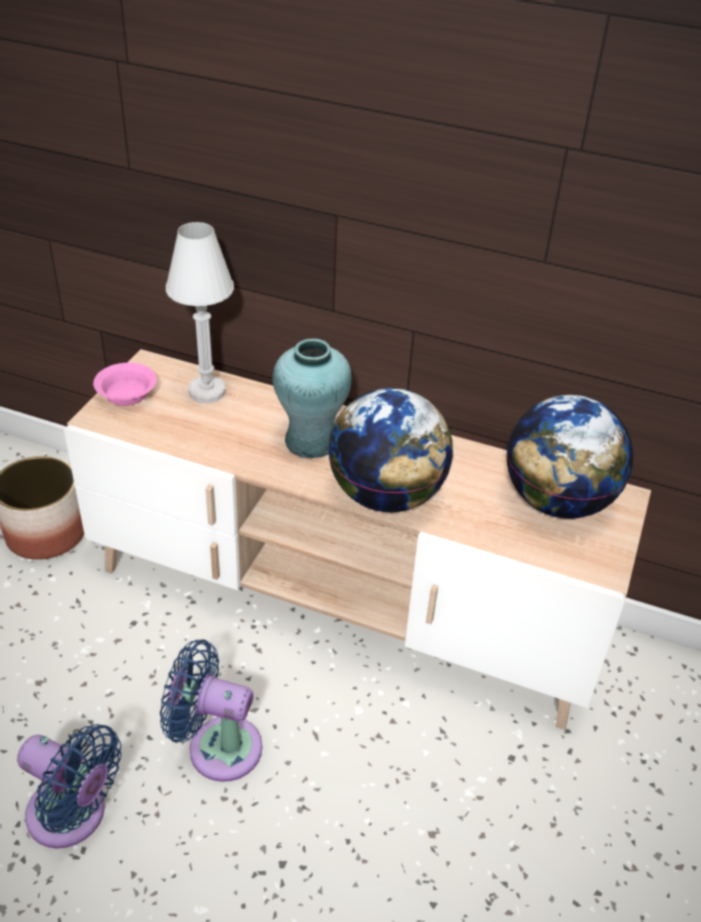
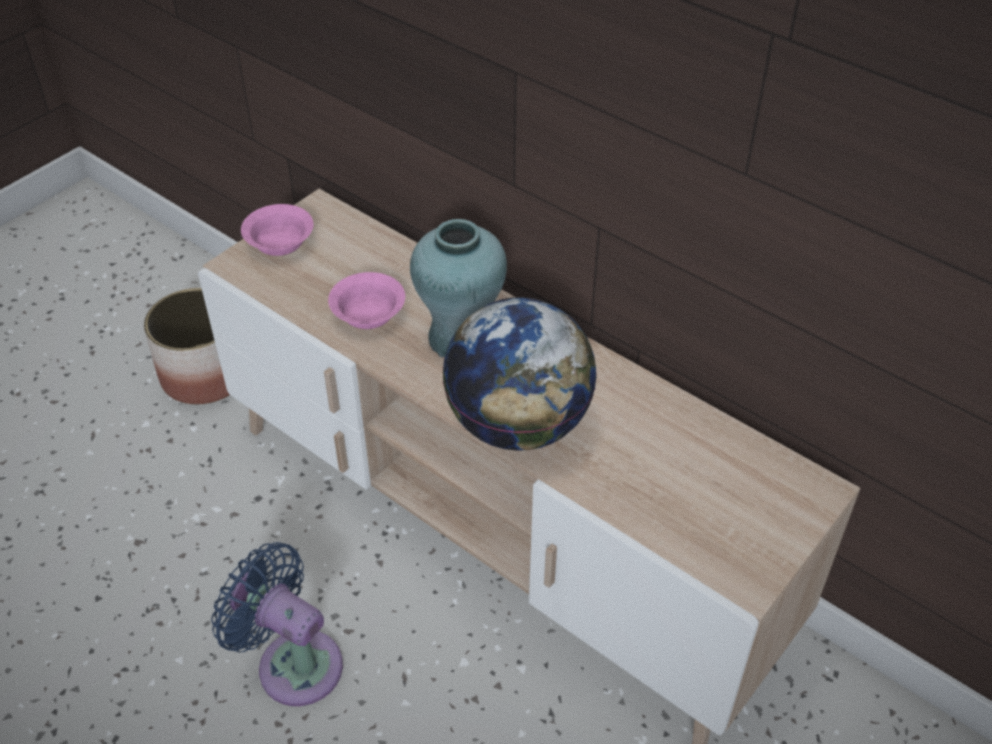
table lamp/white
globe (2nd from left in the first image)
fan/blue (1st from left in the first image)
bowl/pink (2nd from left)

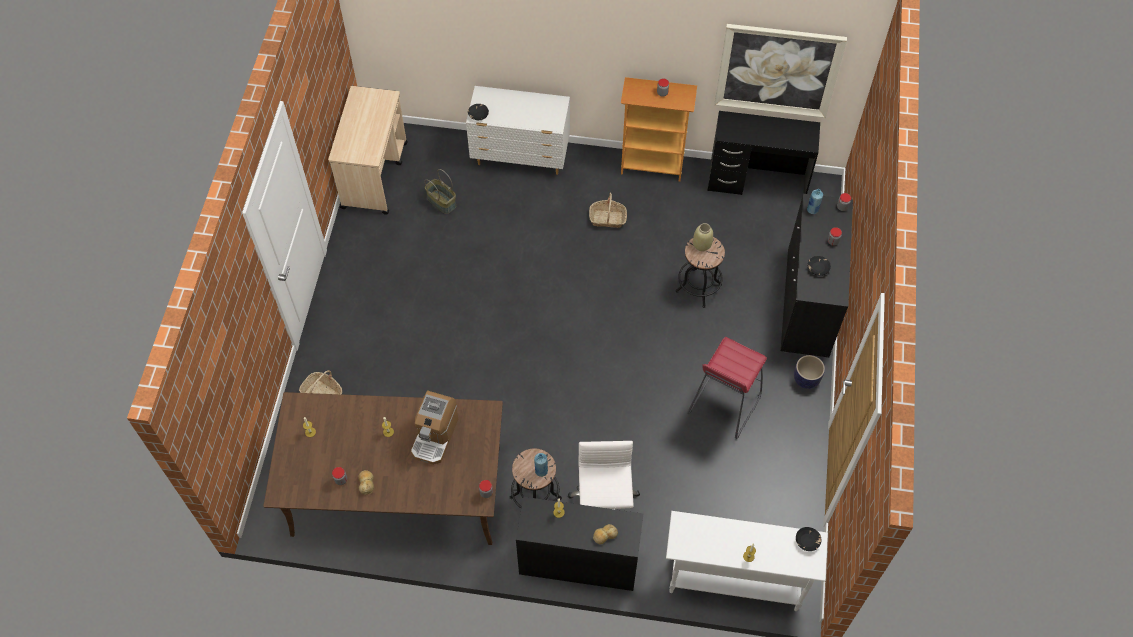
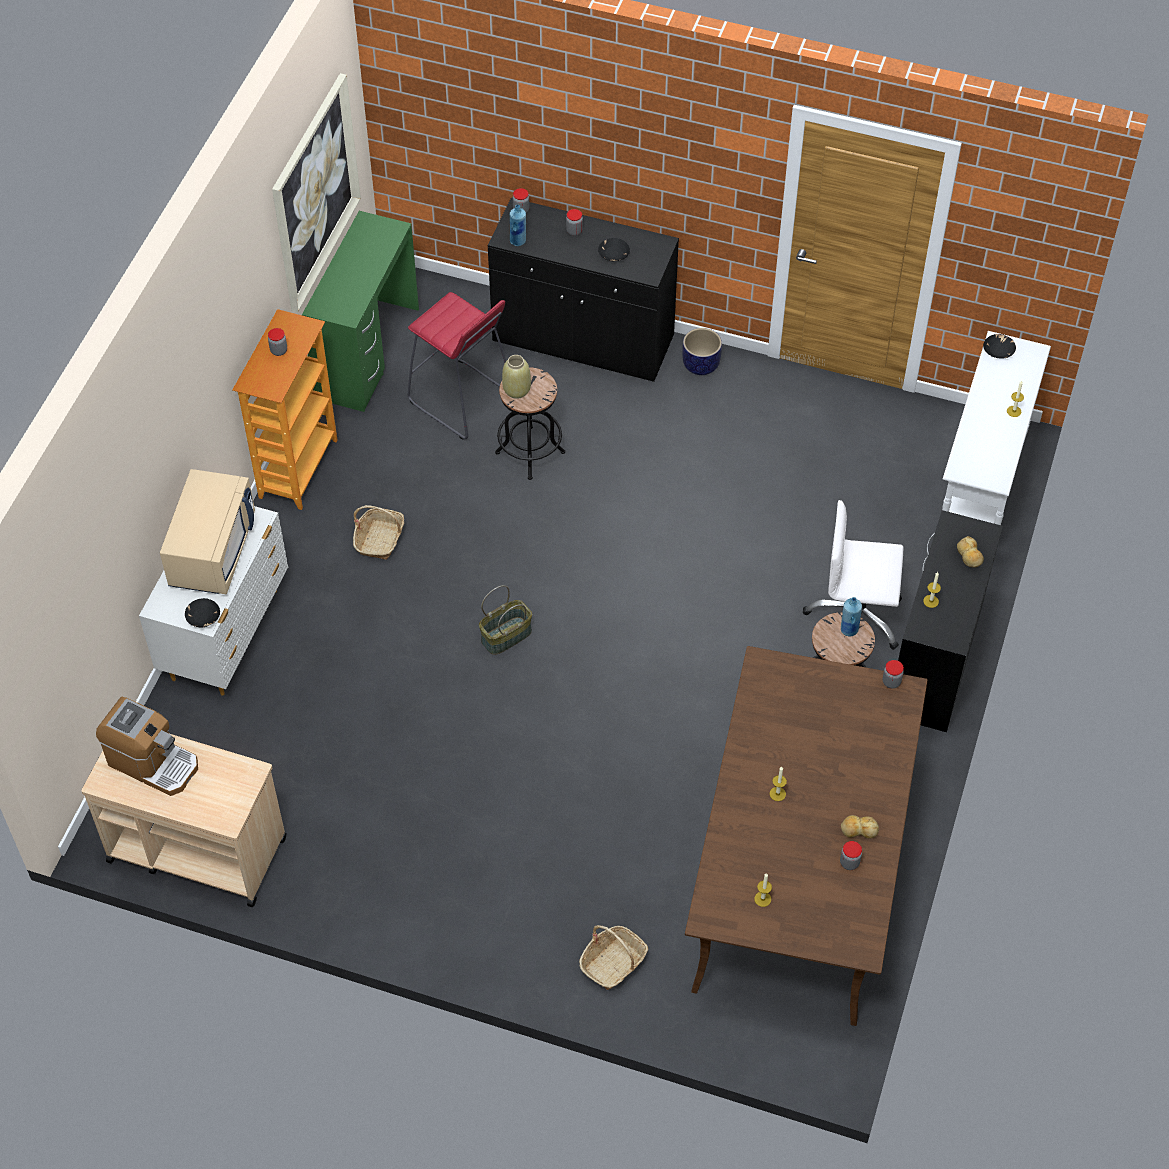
desk/green
basket (2nd from left)
stool/red
coffee machine
microwave/beige

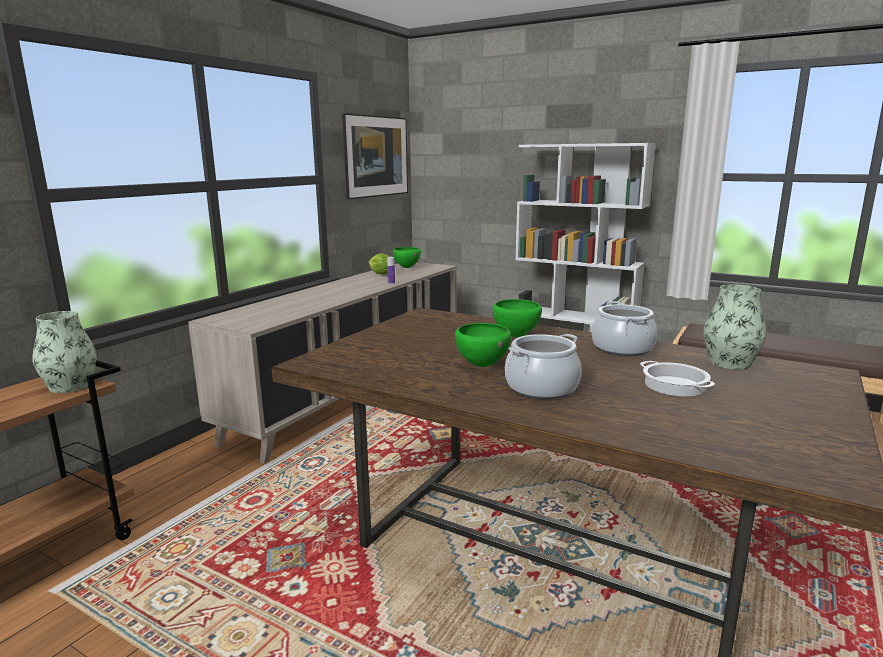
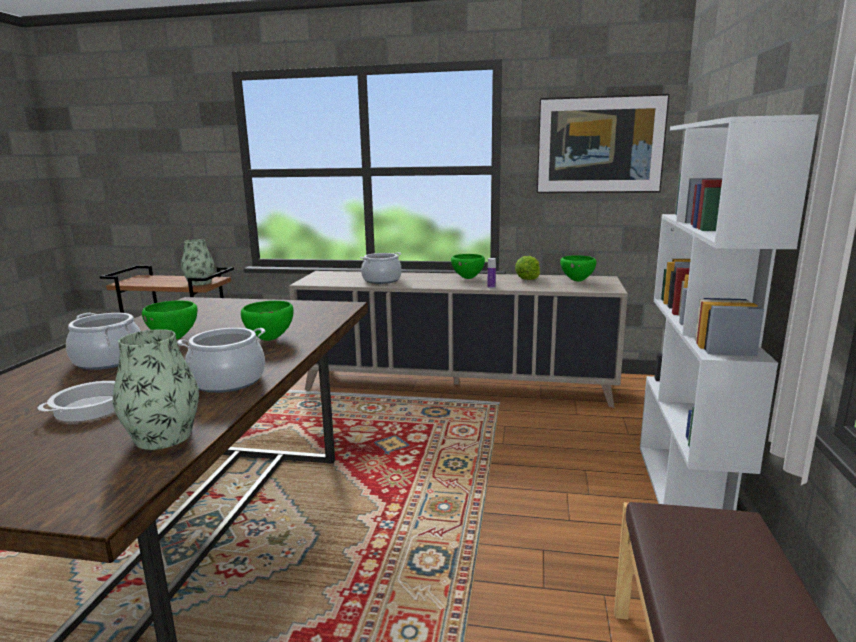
cooking pot (4th from left)
bowl/green (3rd from left)

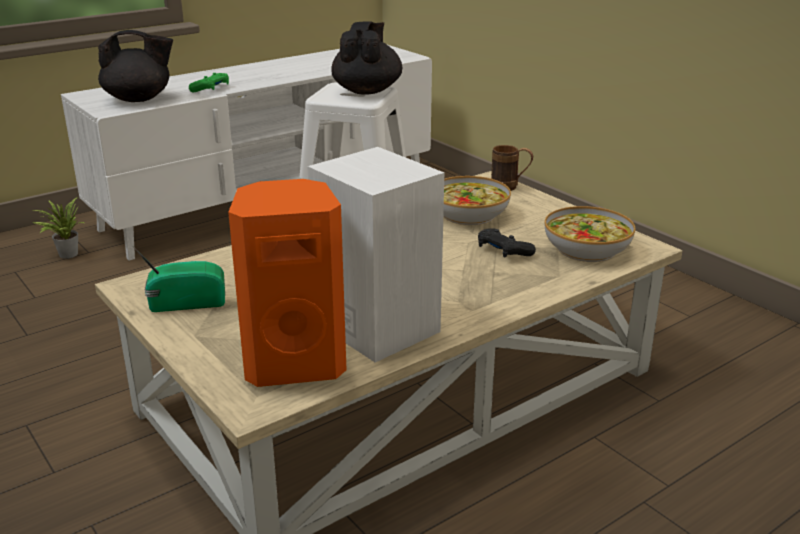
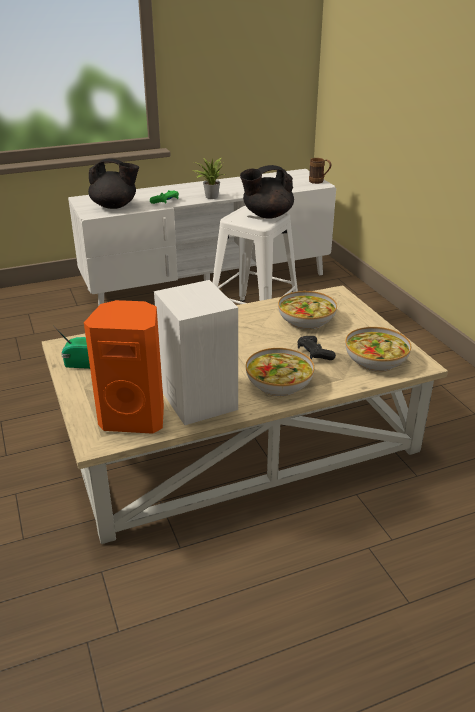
teapot/black (2nd from left)
mug/brown
potted plant
bowl (1st from left)

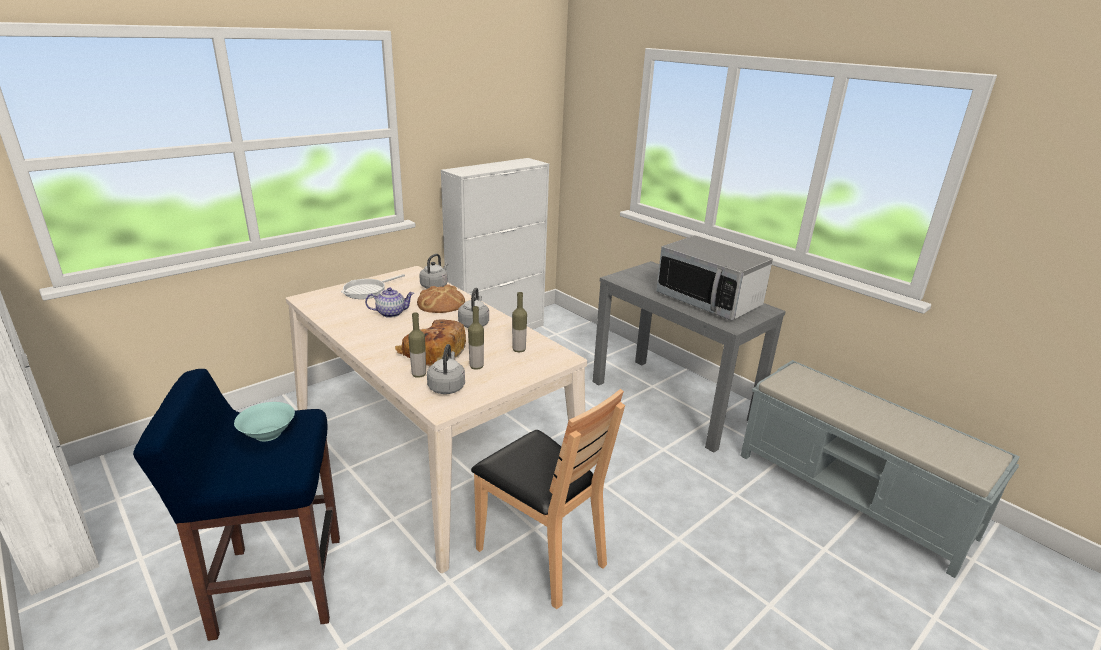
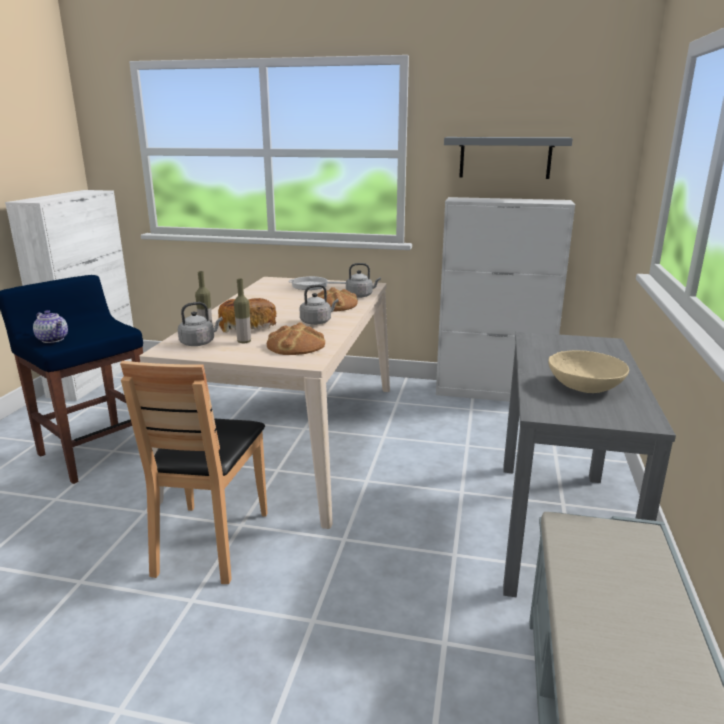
bowl/beige
teapot
bread (2nd from left)
bowl/turquoise
shelf/grey

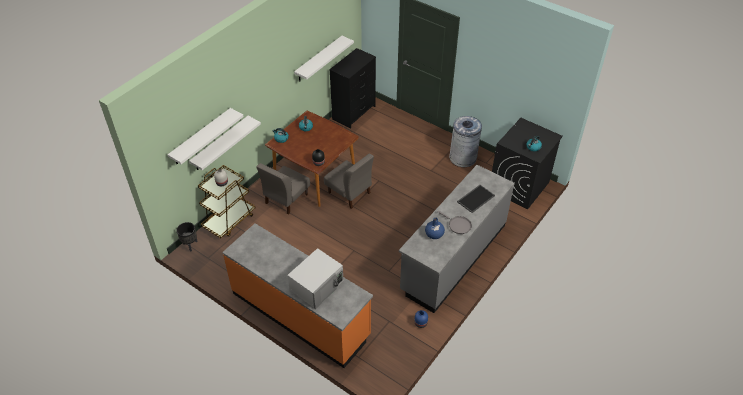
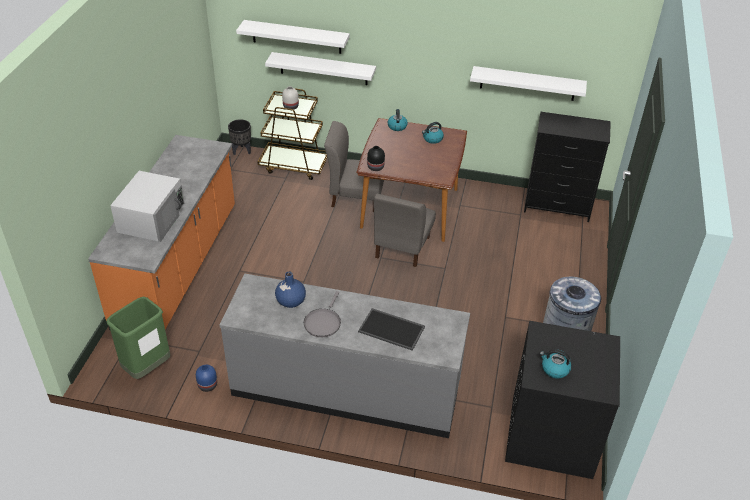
microwave/white
trash can/green

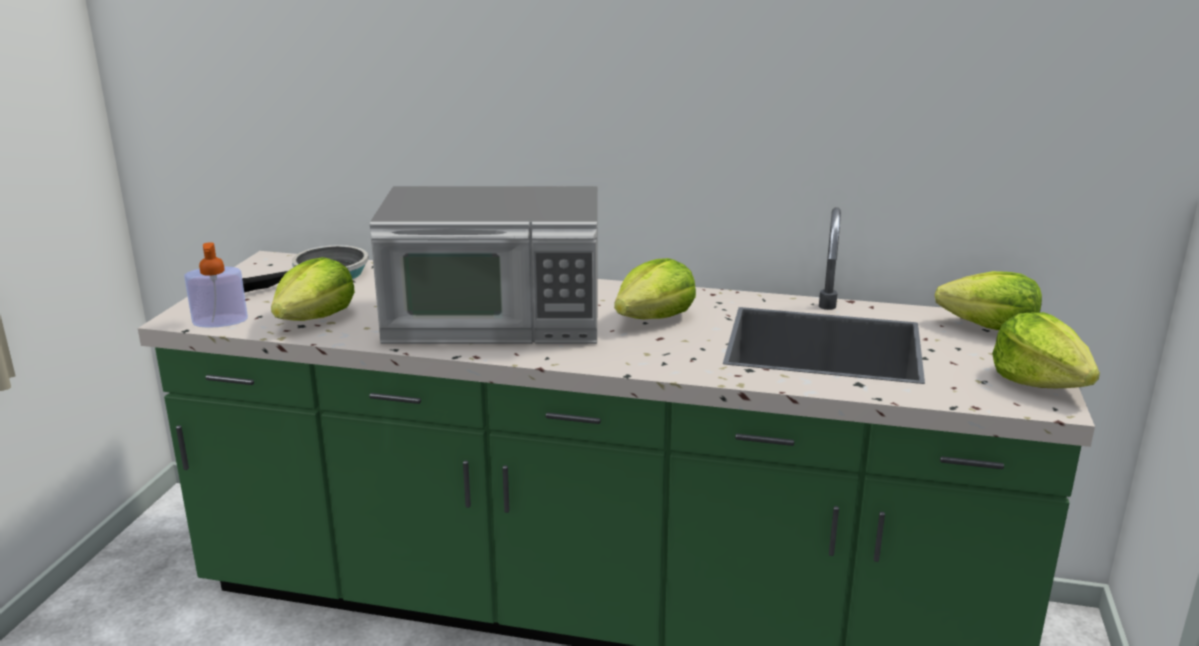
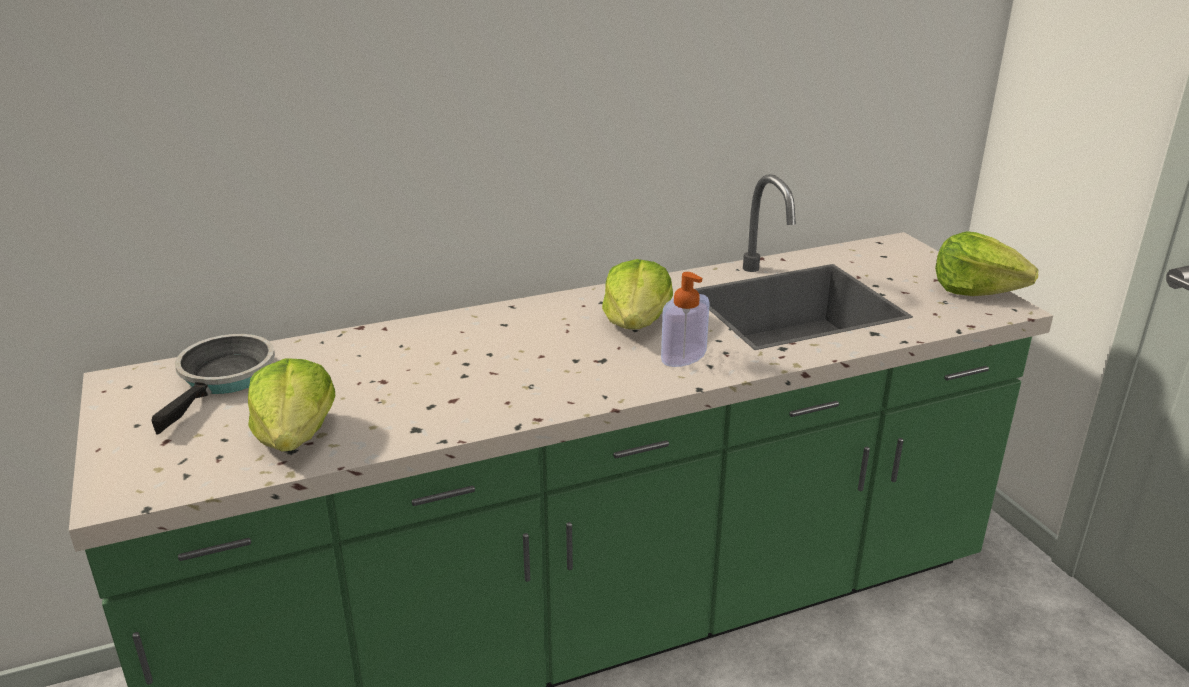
microwave
soap dispenser
lettuce (3rd from left in the first image)

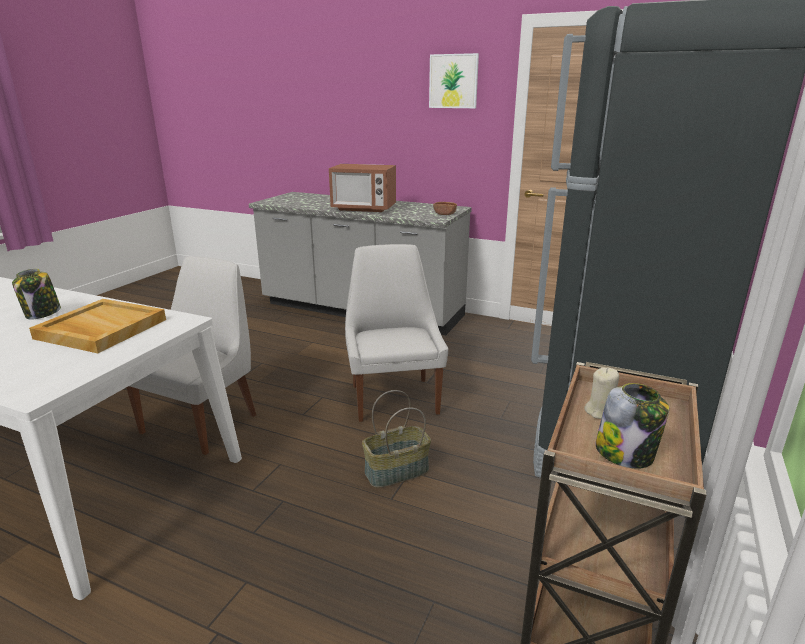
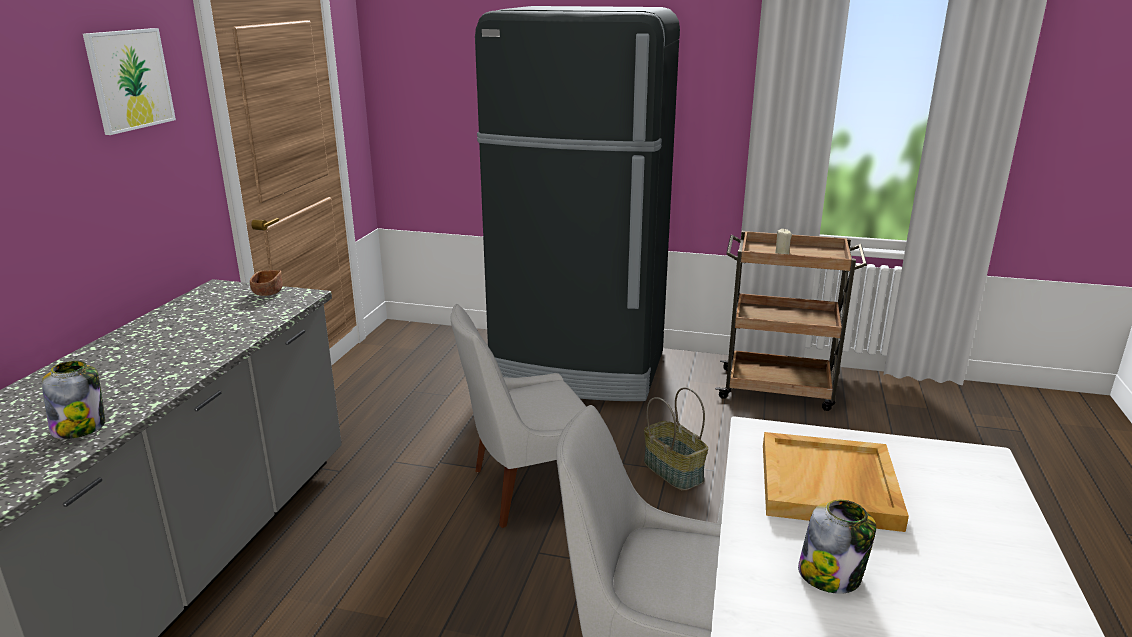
microwave
jar (1st from left)

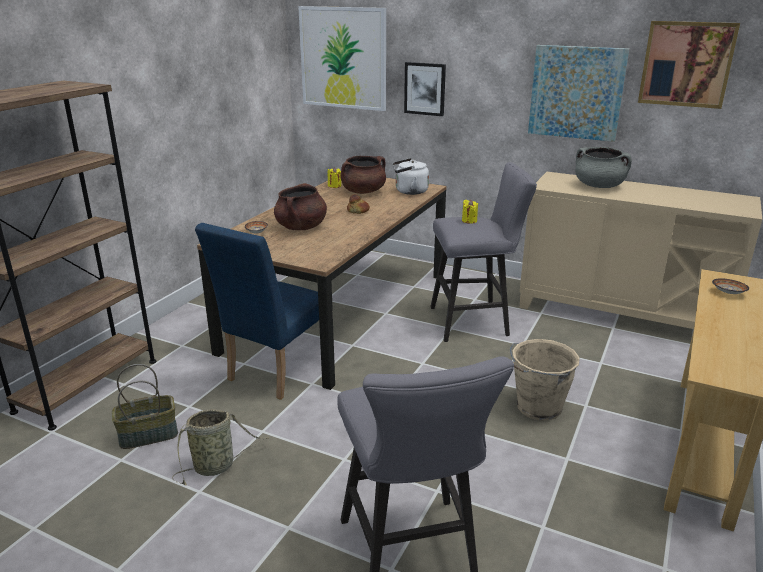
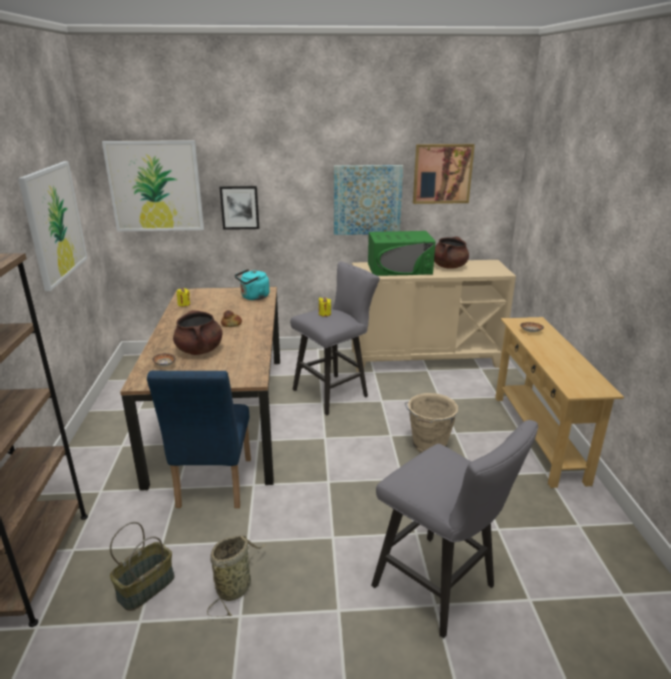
microwave/green
cooking pot/brown (2nd from left)
kettle/turquoise
picture (1st from left)

